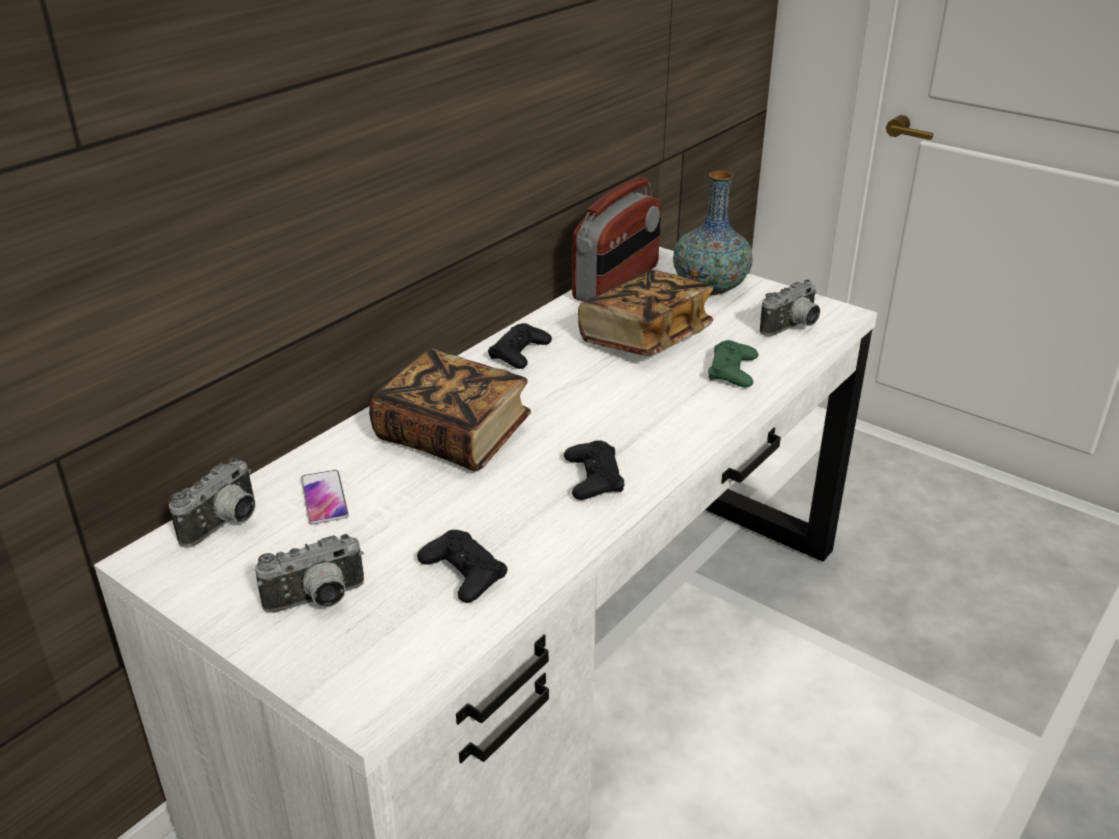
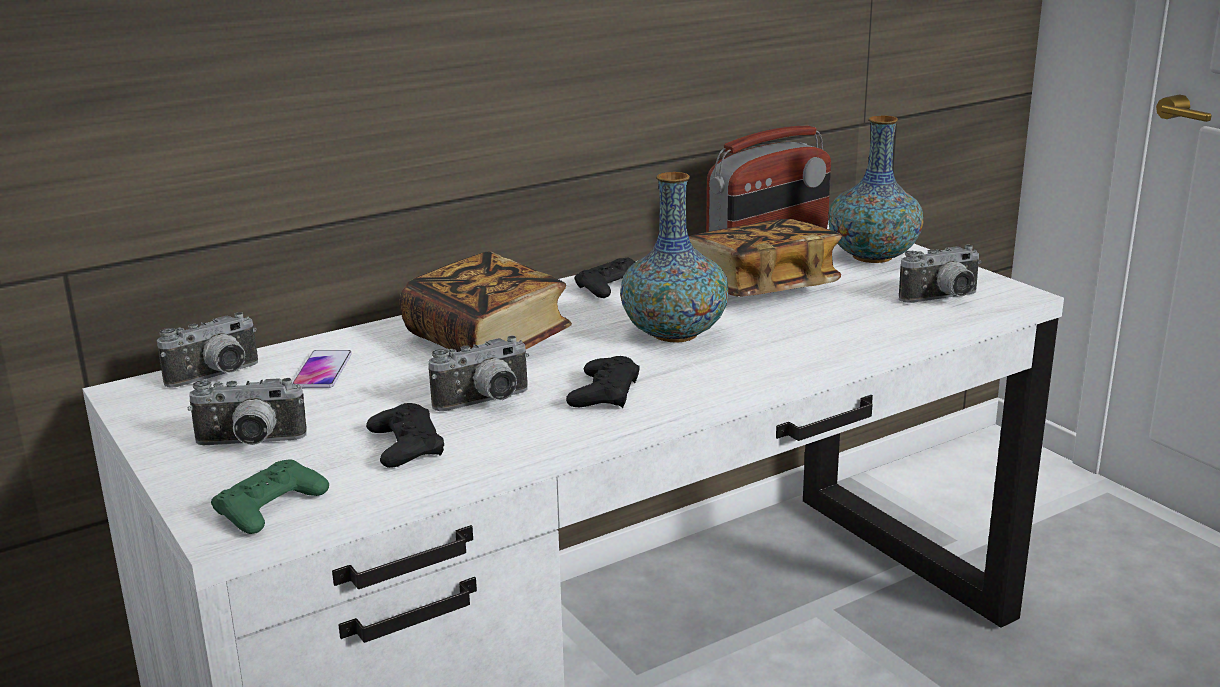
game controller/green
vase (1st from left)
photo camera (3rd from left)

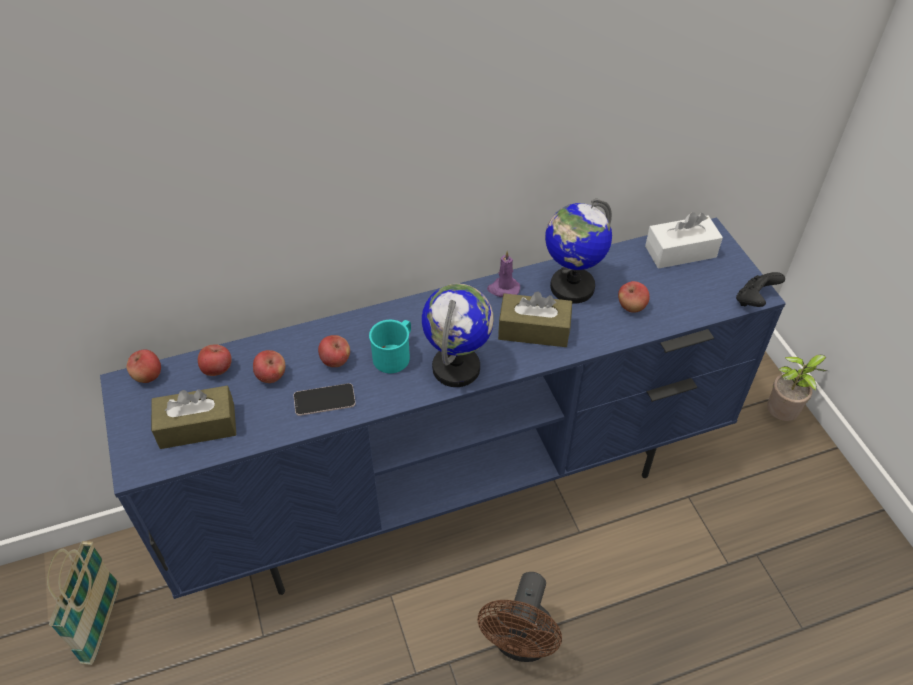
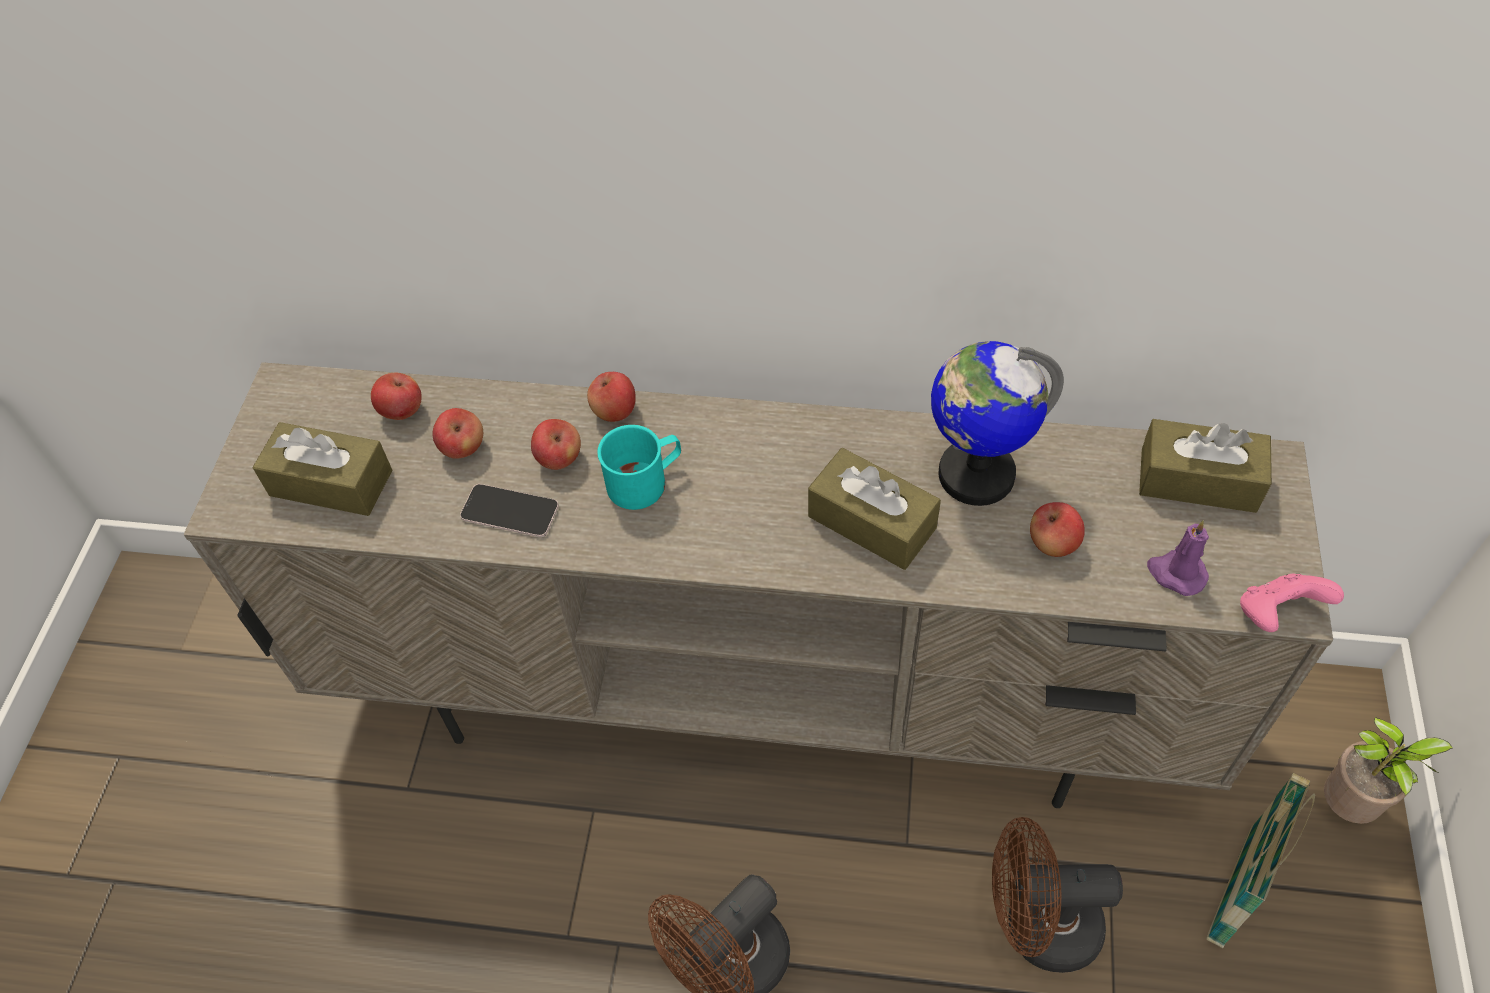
tissue box/brown (3rd from left)
tv stand/beige
candle/purple
game controller/pink
globe (1st from left in the first image)
apple (4th from left)
basket
fan/brown (2nd from left)

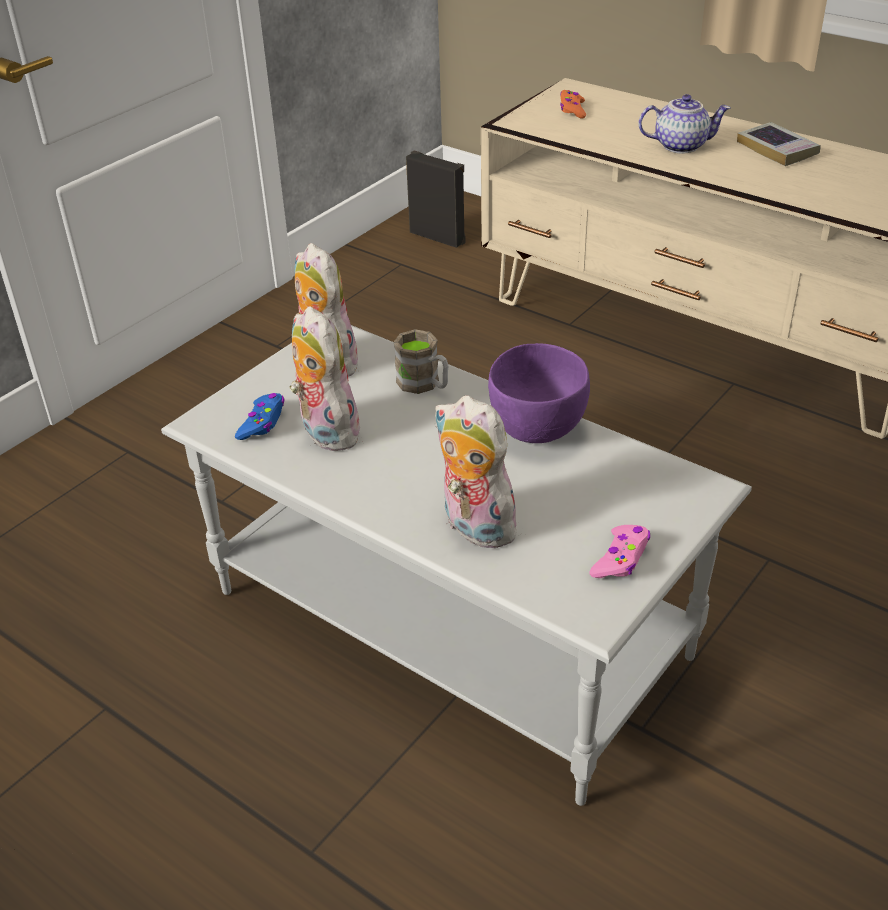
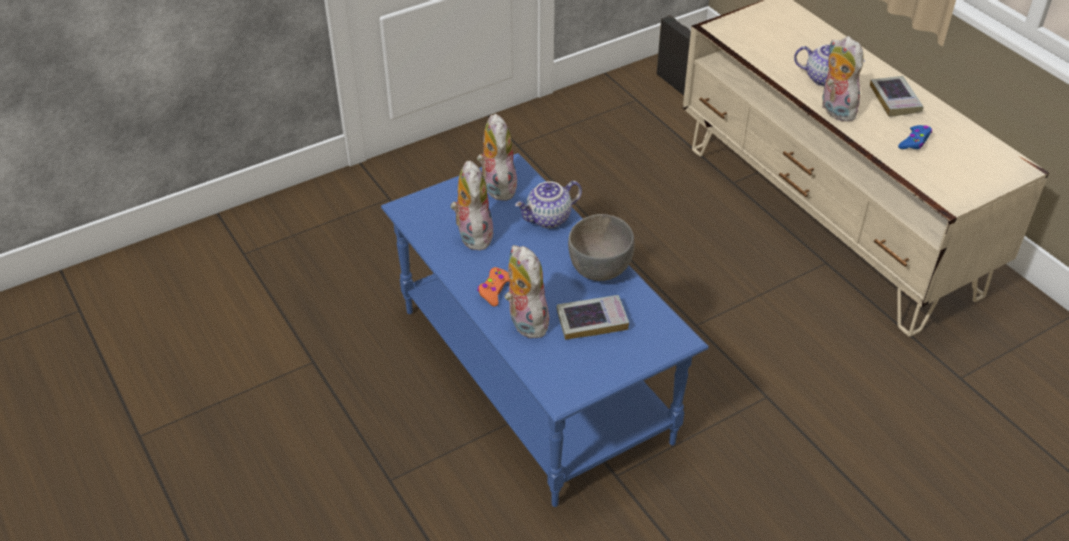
game controller/orange
coffee table/blue
teapot (1st from left)
bowl/grey
game controller/blue
game controller/pink
plush toy (4th from left)
book (1st from left)

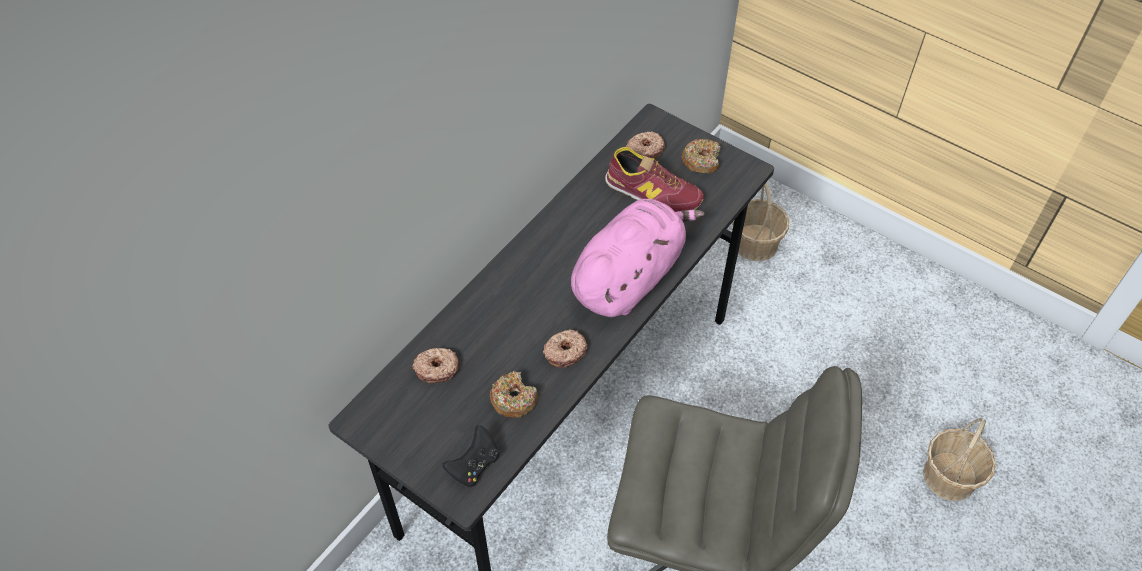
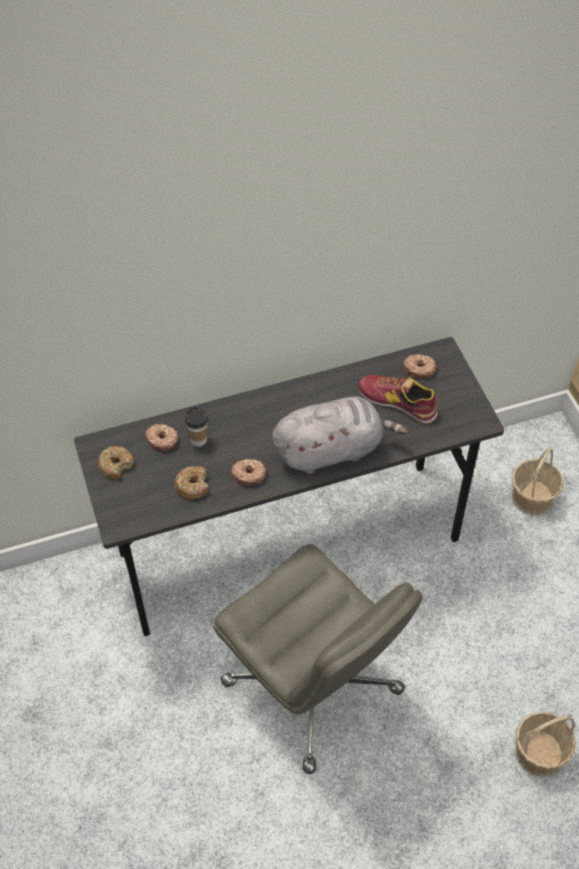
donut (1st from left)
shoe
plush toy/grey
game controller/black
cup

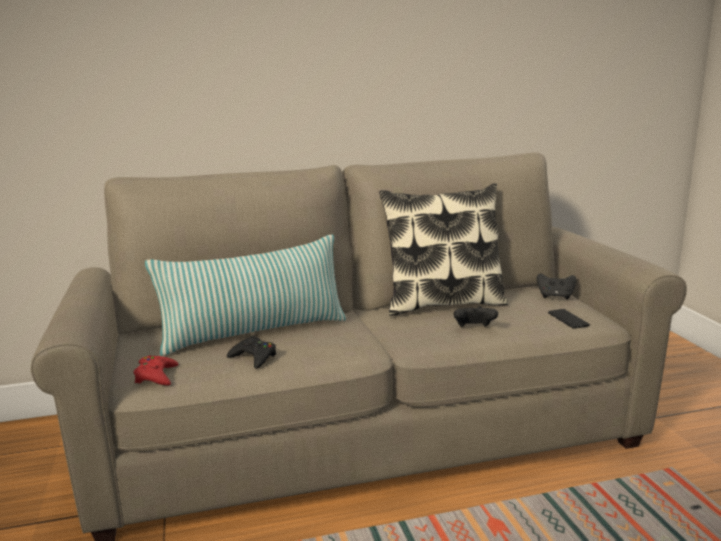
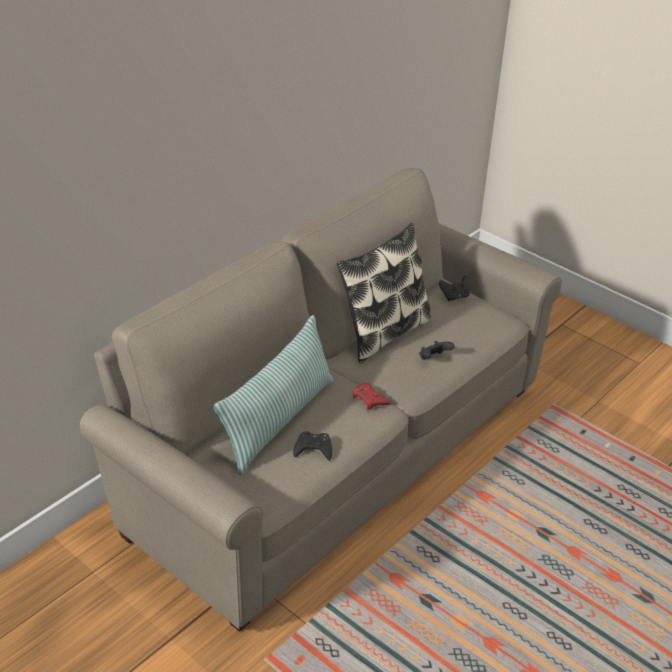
phone
game controller/red

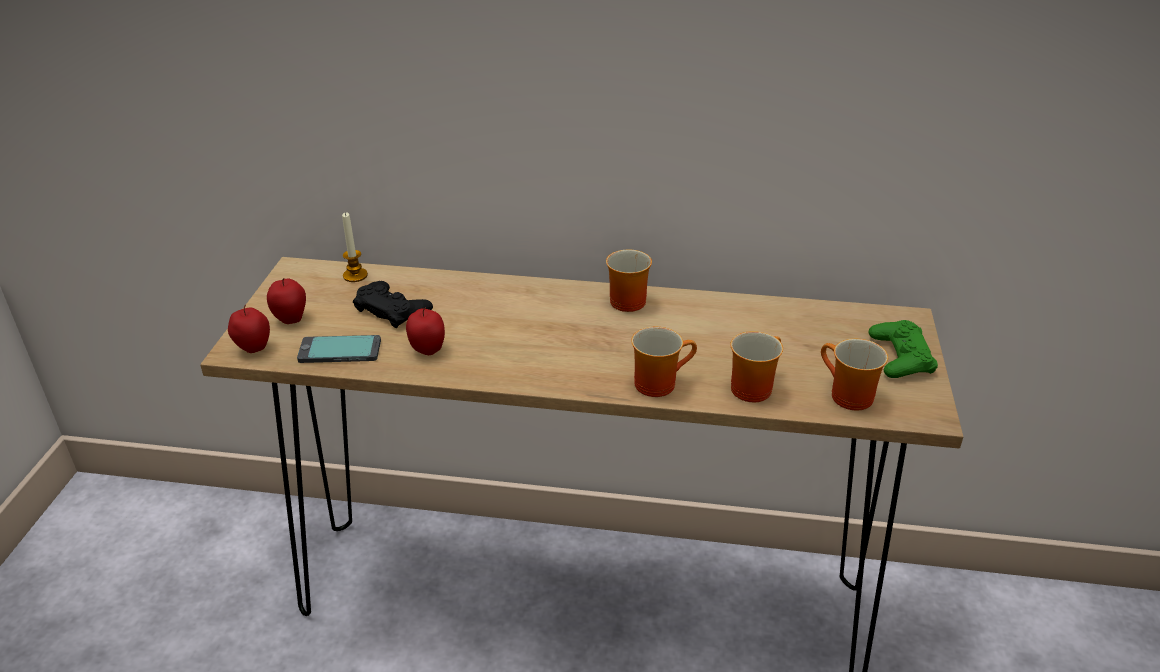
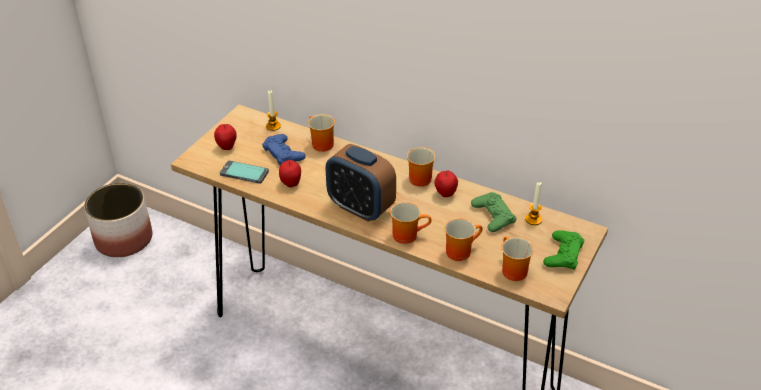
game controller/blue
apple (3rd from left)
mug (1st from left)
alarm clock
candle (2nd from left)
planter
game controller/green (1st from left)

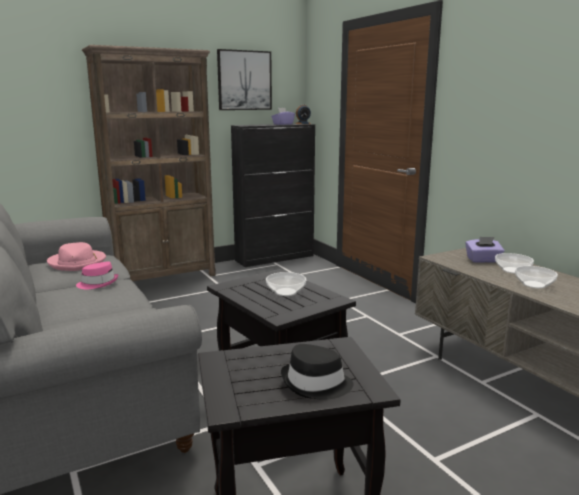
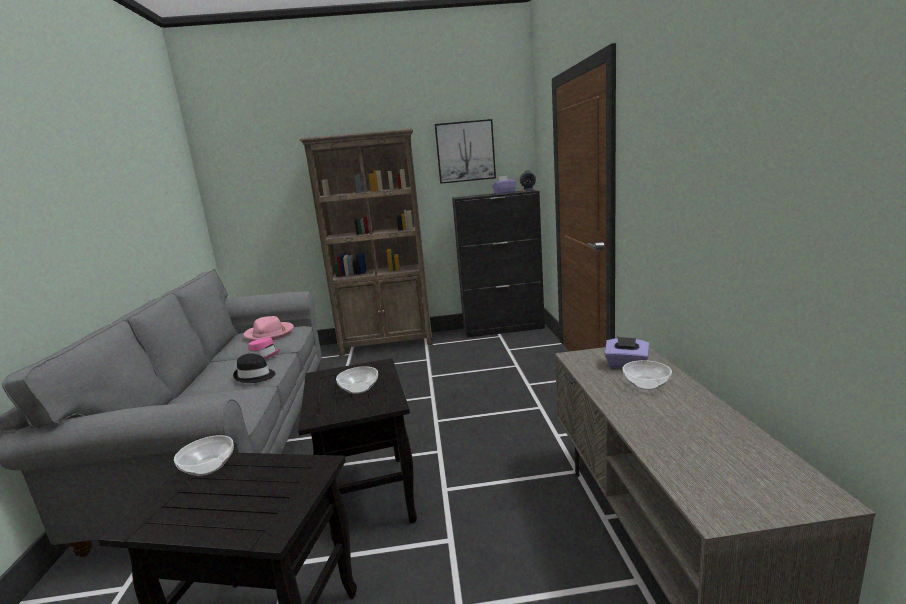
bowl (1st from left)
hat/black

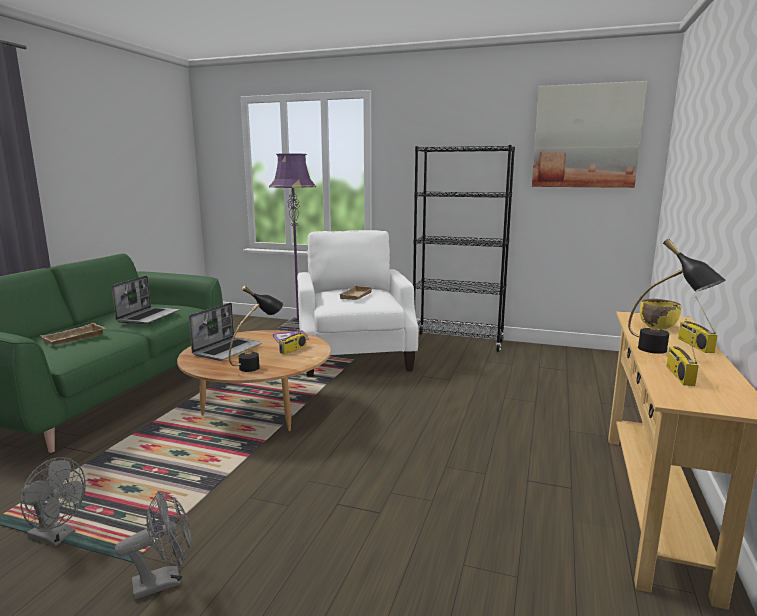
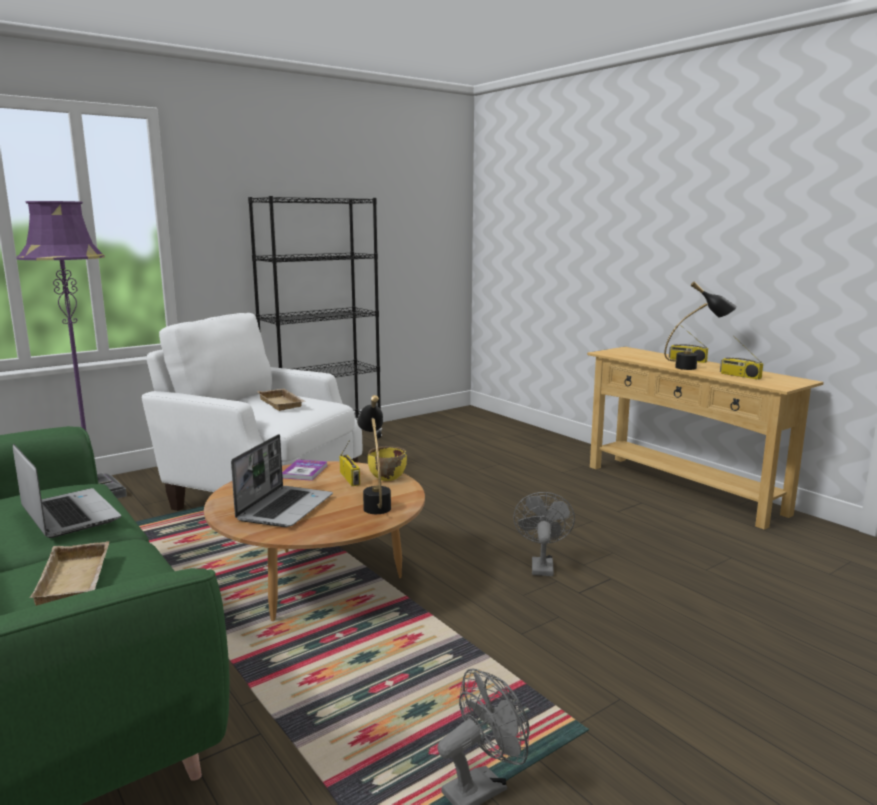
picture
bowl/yellow
laptop (2nd from left)
fan/grey (2nd from left)

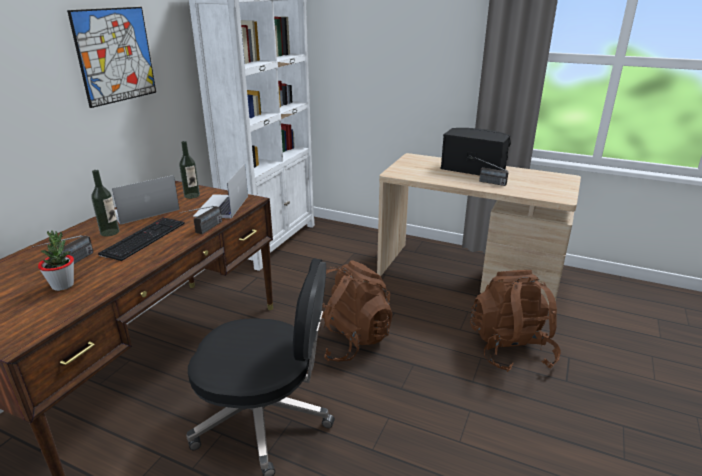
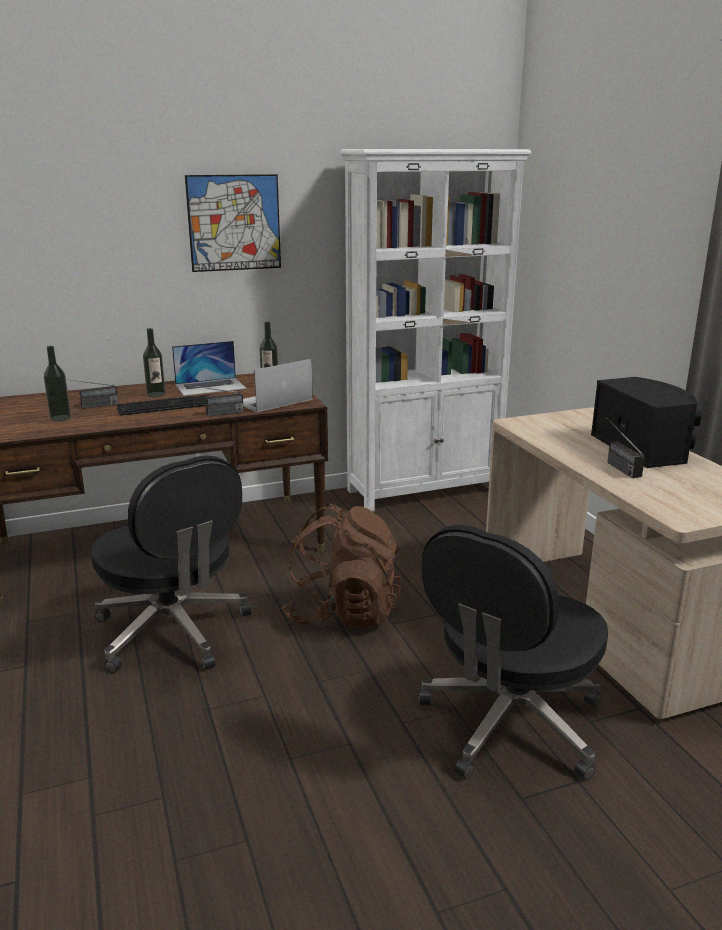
laptop (1st from left)
bottle (1st from left)
office chair/black (2nd from left)

